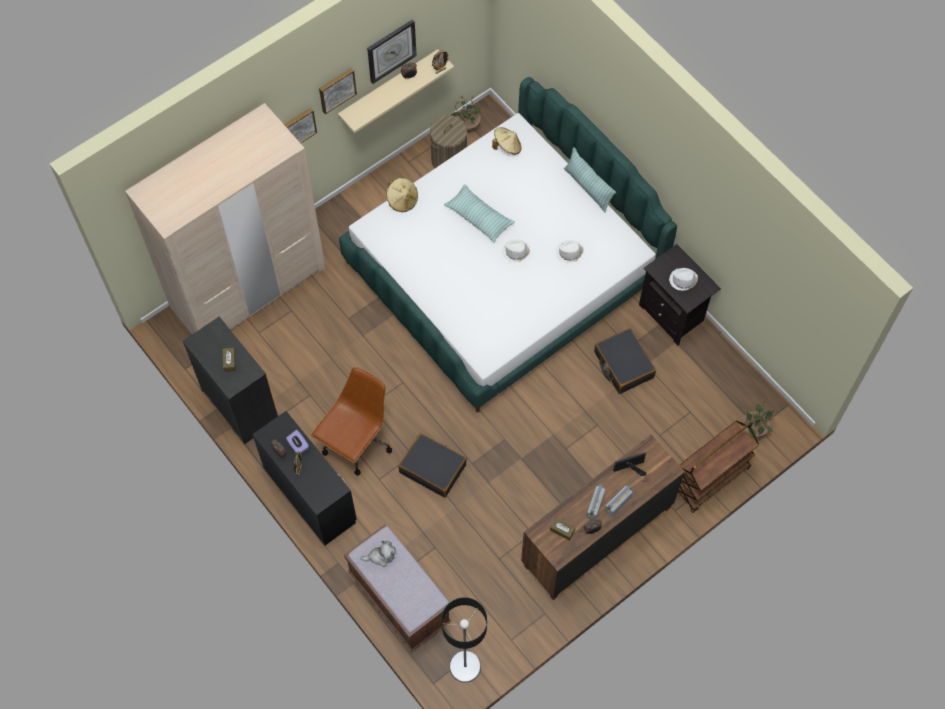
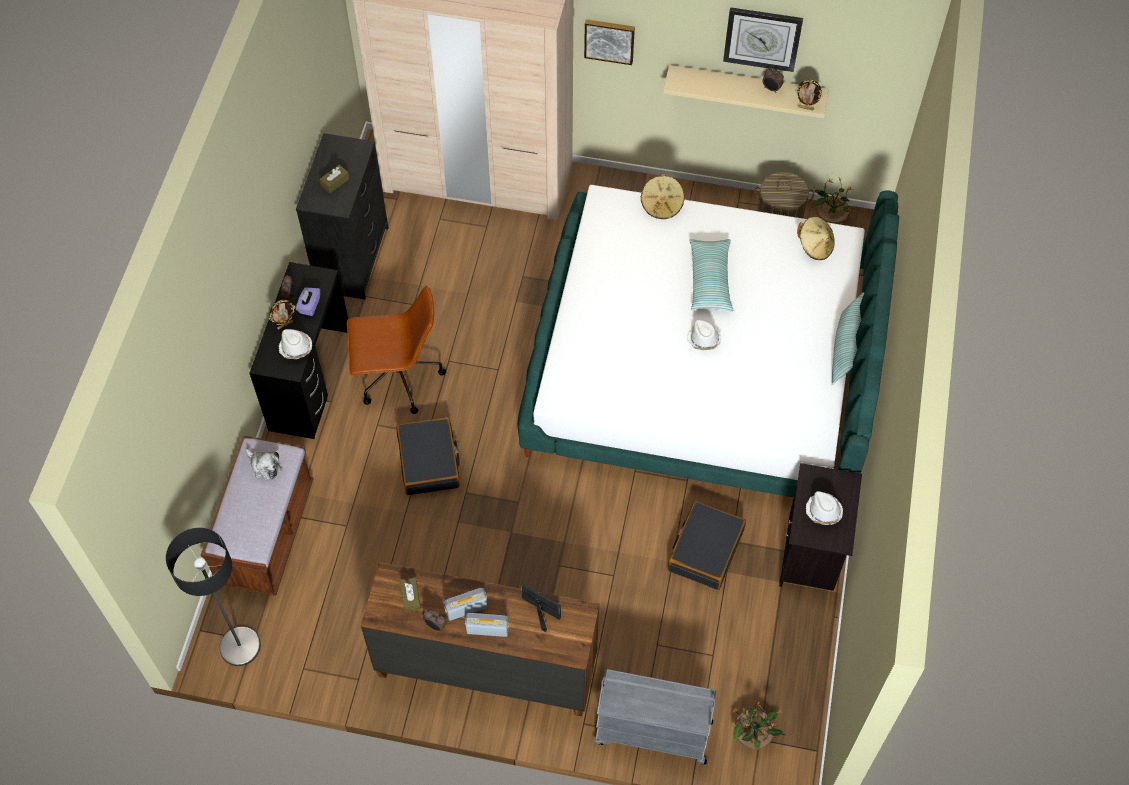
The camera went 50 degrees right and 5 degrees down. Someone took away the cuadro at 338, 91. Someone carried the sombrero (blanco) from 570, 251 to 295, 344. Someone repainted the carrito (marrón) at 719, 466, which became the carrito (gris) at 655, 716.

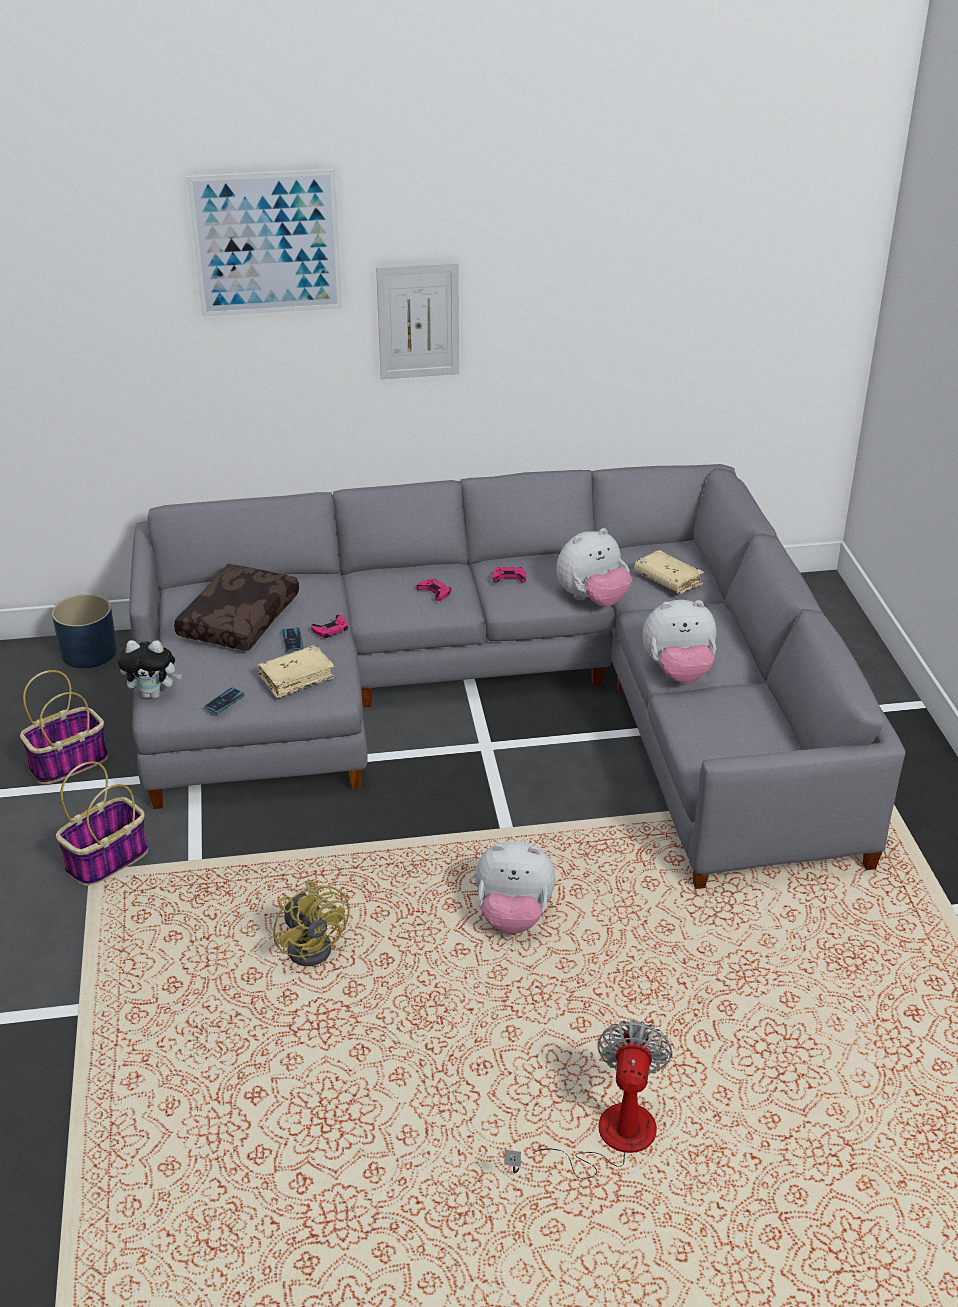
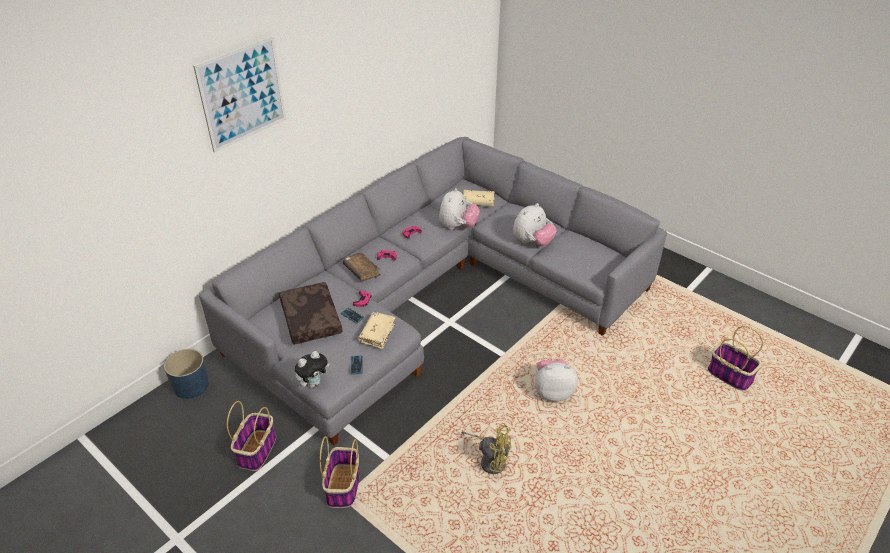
The camera went 40 degrees left and 5 degrees up. Someone took away the cuadro at 417, 320. Someone rotated the peluche at 515, 887 by 150 degrees counterclockwise. Someone took away the ventilador at 589, 1099. Someone put down the libro (marrón) at 361, 267. Someone put down the cesta at 735, 358.

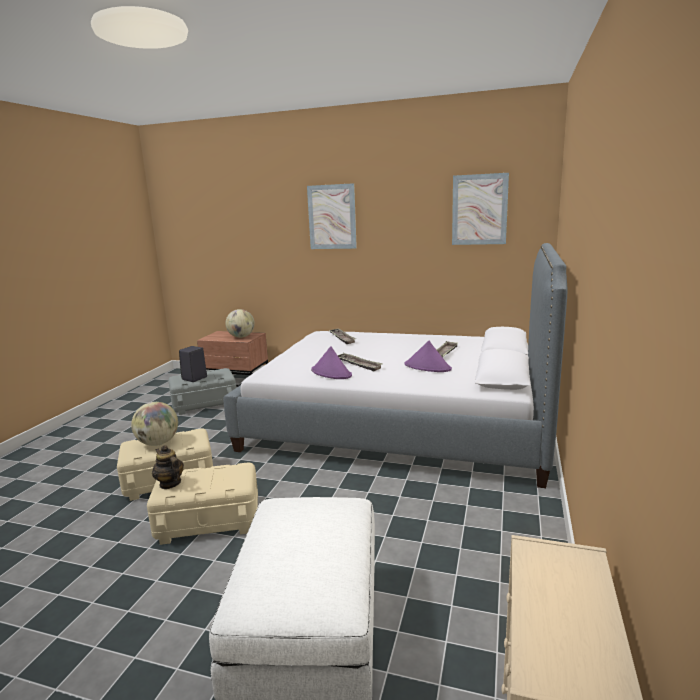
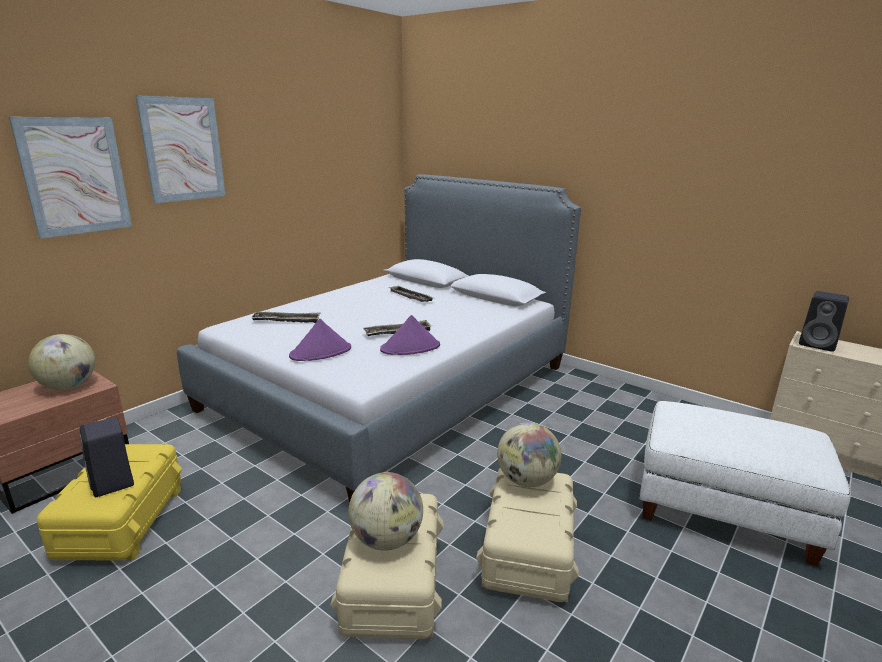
The camera went 70 degrees left and 5 degrees up. Someone carried the cuadro from 480, 209 to 70, 178. Someone carried the sombrero (morado) from 428, 356 to 320, 340. Someone repainted the caja de almacenaje (gris) at 202, 391, which became the caja de almacenaje (amarillo) at 109, 502. Someone took away the tetera at 168, 467. Someone put down the altavoz (negro) at 824, 321. Someone put down the globo terráqueo at 529, 454.

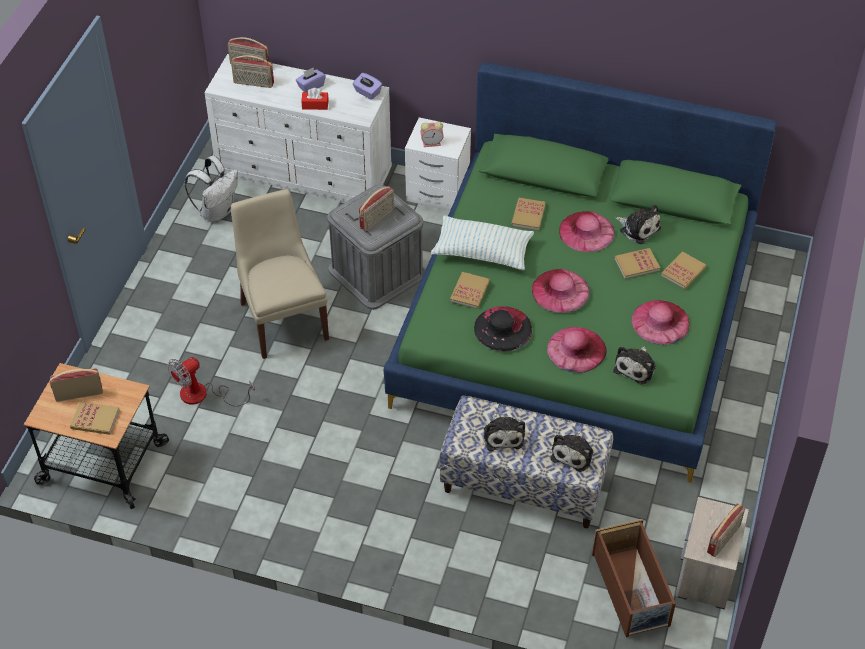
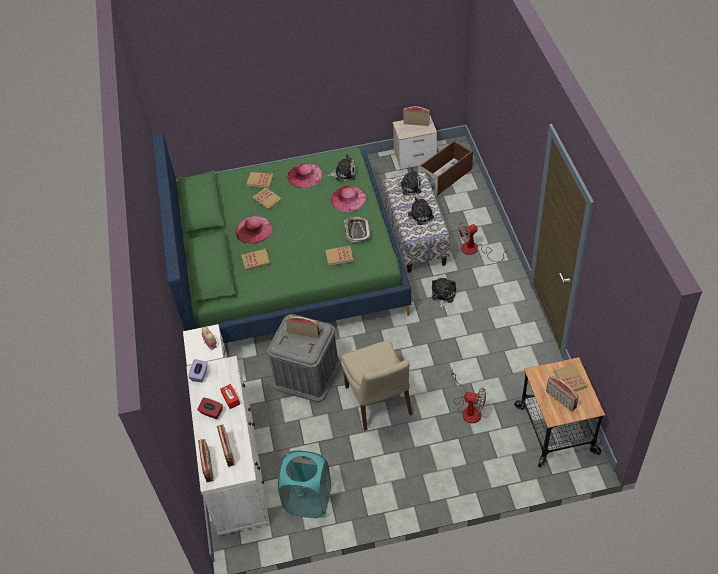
The camera went 115 degrees left and 0 degrees up. Someone repainted the caja de pañuelos (morado) at 311, 80, which became the caja de pañuelos (rojo) at 210, 408. Someone swapped the mochila (blanco) at 211, 189 for the cesto de la ropa (turquesa) at 304, 484. Someone rotated the silla (beis) at 280, 274 by 60 degrees counterclockwise. Someone carried the peluche from 638, 224 to 444, 293. Someone took away the cojín at 482, 243. Someone took away the sombrero (rosa) at 560, 291. Someone swapped the sombrero (negro) at 503, 328 for the bandeja at 357, 229. Someone put down the ventilador at 483, 242.

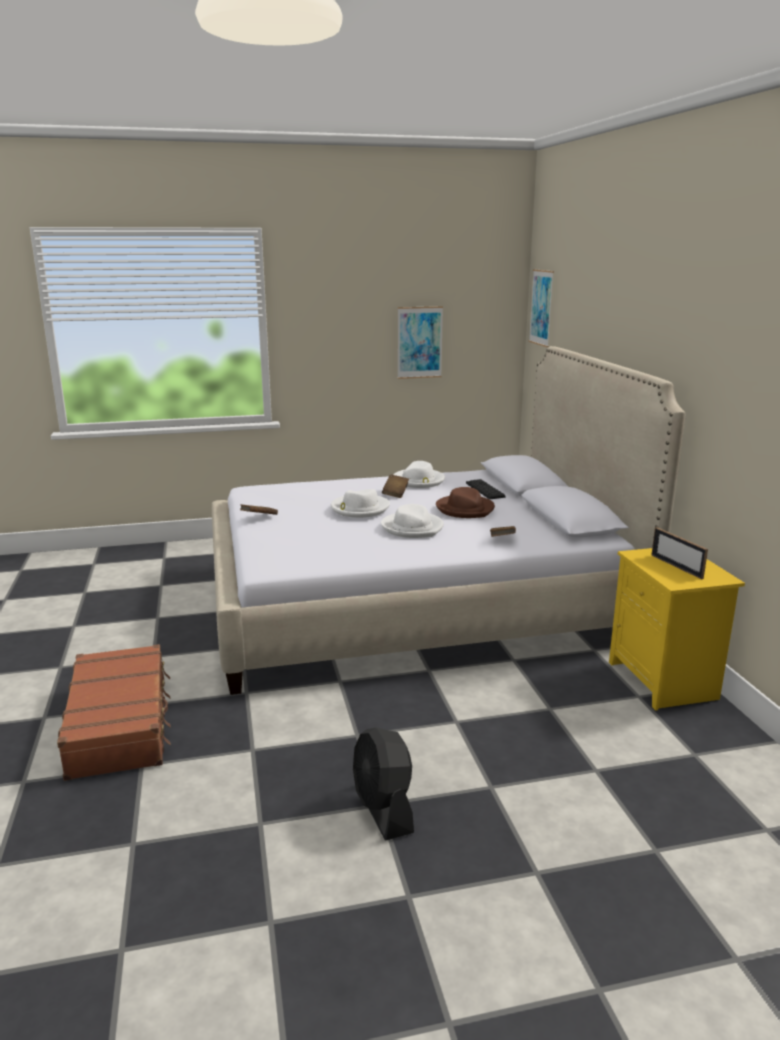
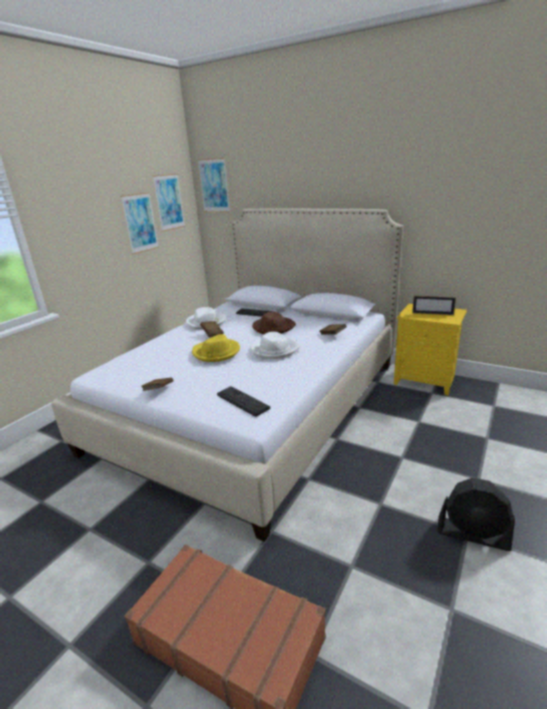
The camera went 45 degrees left and 5 degrees up. Someone repainted the sombrero (blanco) at 360, 503, which became the sombrero (amarillo) at 216, 348. Someone put up the cuadro at 169, 203. Someone put down the teclado at 243, 401.

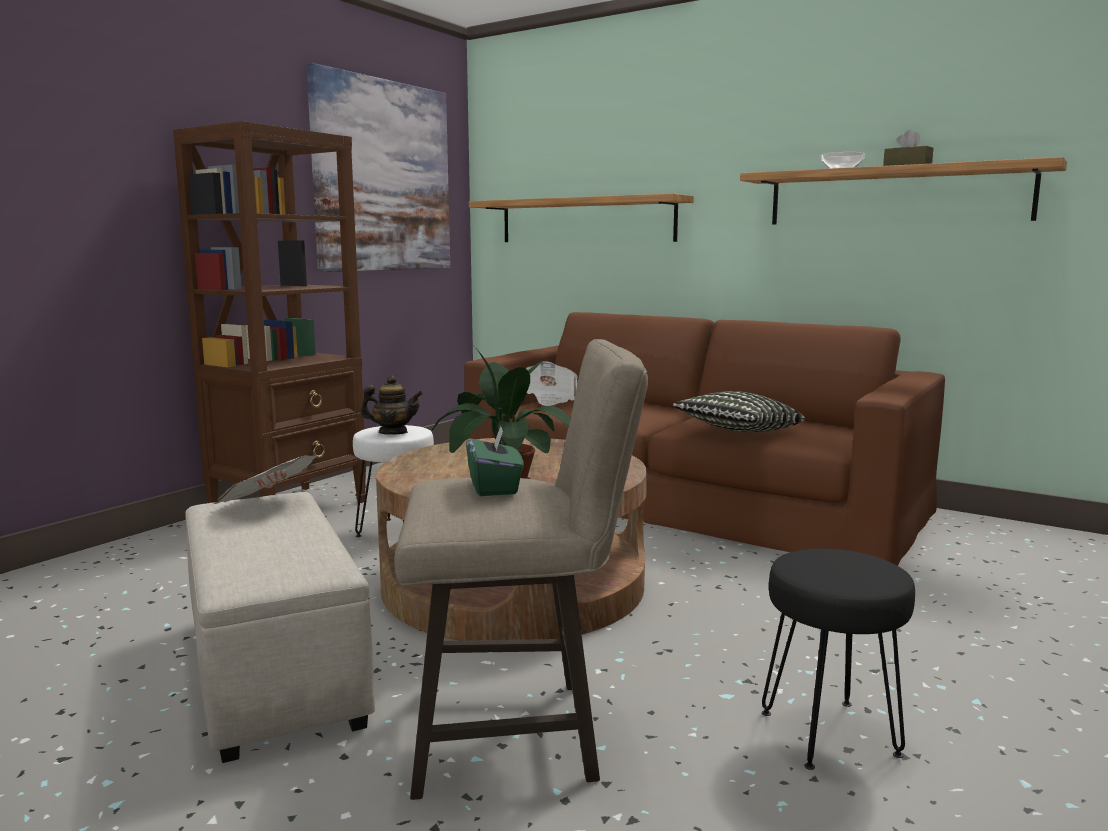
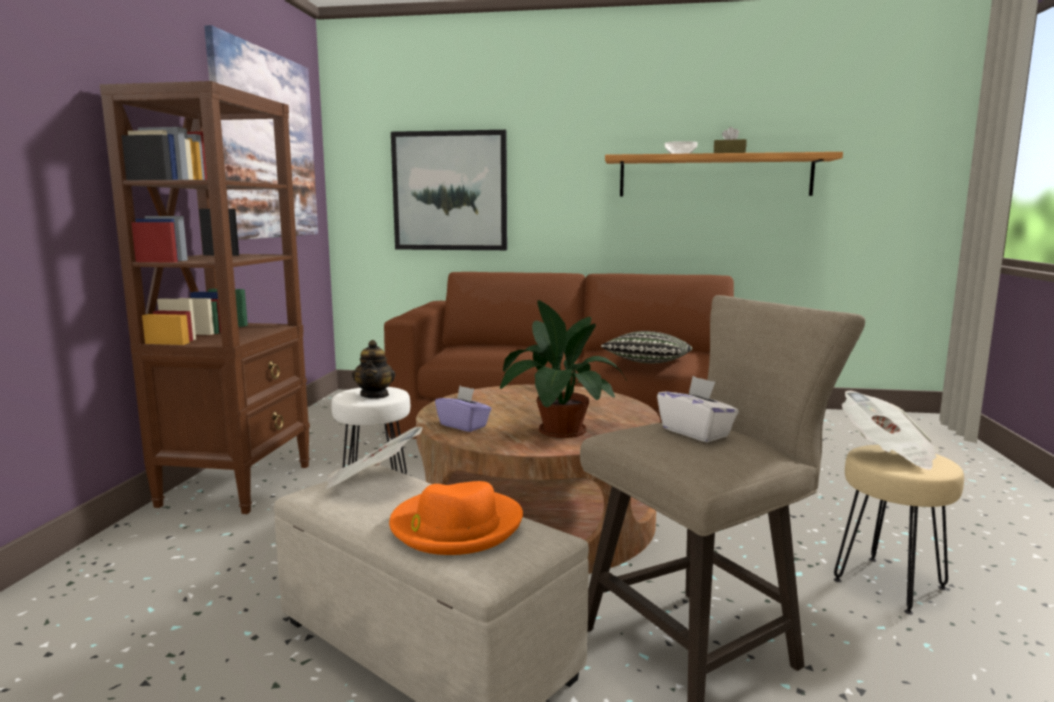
The camera went 25 degrees left and 0 degrees up. Someone swapped the estante at 581, 217 for the cuadro at 449, 190. Someone carried the periódico from 551, 383 to 891, 430. Someone rotated the tetera at 391, 405 by 105 degrees clockwise. Someone repainted the caja de pañuelos (verde) at 495, 461, which became the caja de pañuelos (blanco) at 698, 409. Someone repainted the taburete (negro) at 838, 659, which became the taburete (beis) at 899, 530. Someone put down the caja de pañuelos (morado) at 463, 409. Someone put down the sombrero (naranja) at 456, 518.

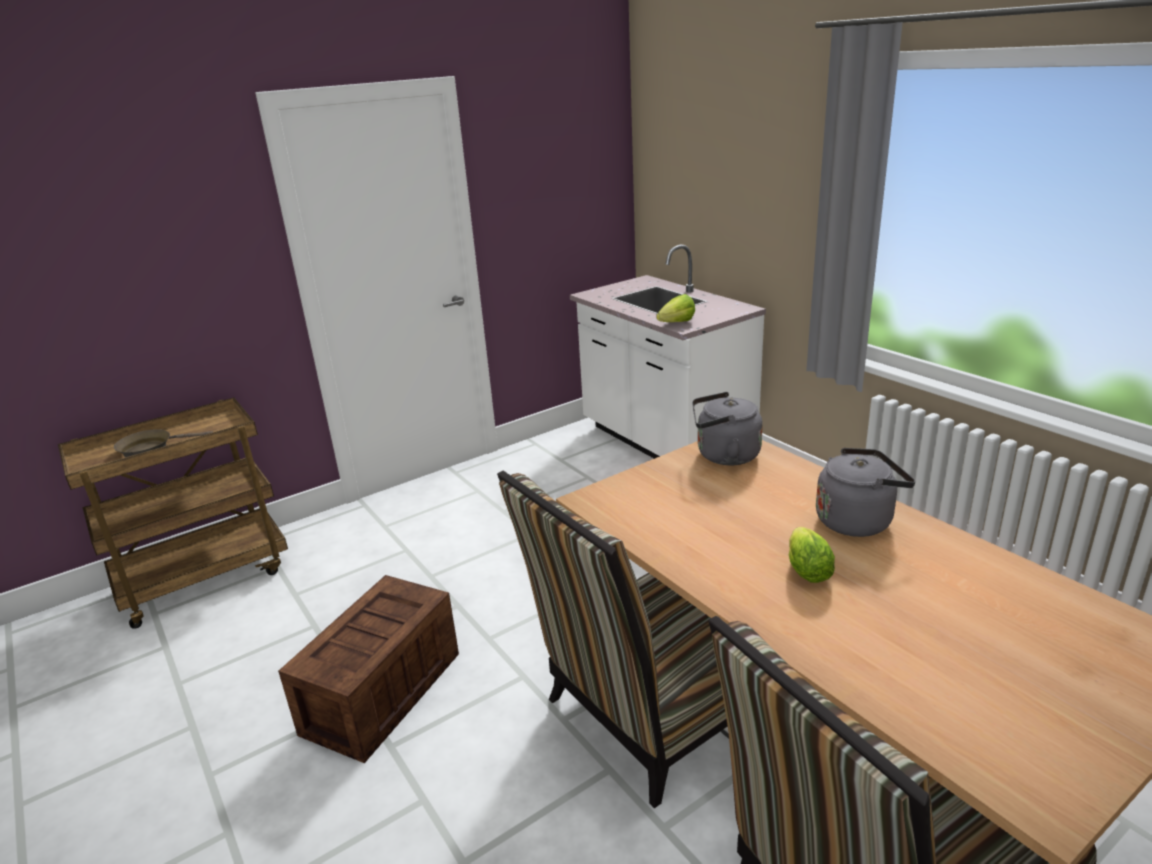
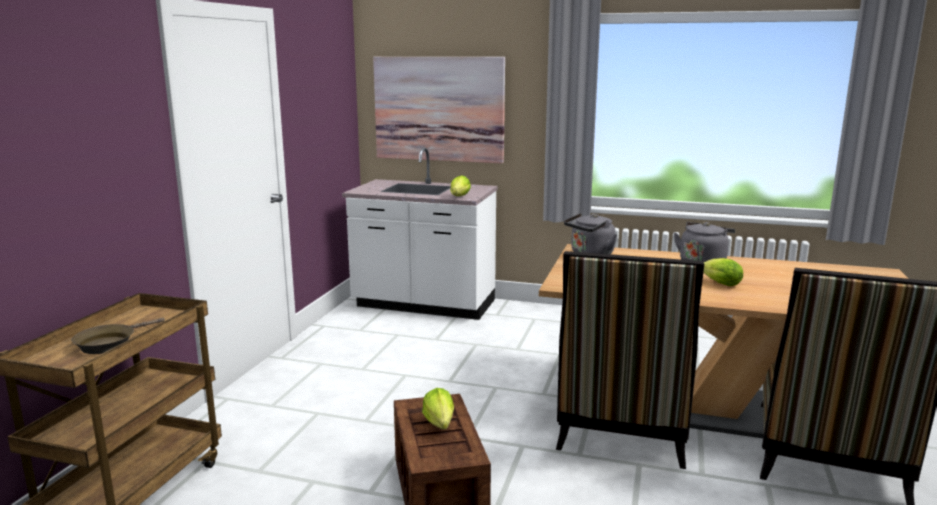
The camera went 40 degrees left and 10 degrees down. Someone put up the cuadro at 439, 110. Someone put down the lechuga at 438, 408.

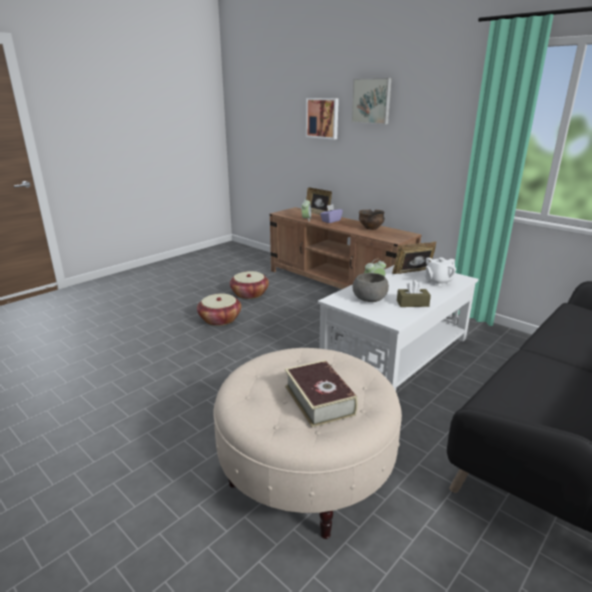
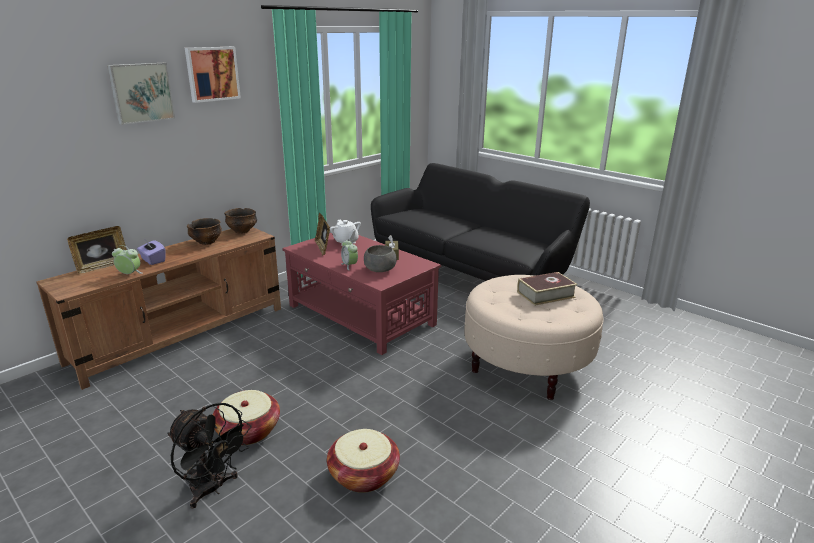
The camera went 90 degrees left and 0 degrees up. Someone carried the cuadro from 322, 118 to 213, 75. Someone repainted the mesa de centro (blanco) at 398, 328, which became the mesa de centro (rojo) at 361, 294. Someone carried the cesta from 249, 285 to 363, 461. Someone put down the cuenco at 240, 220. Someone put down the ventilador (negro) at 209, 456.

